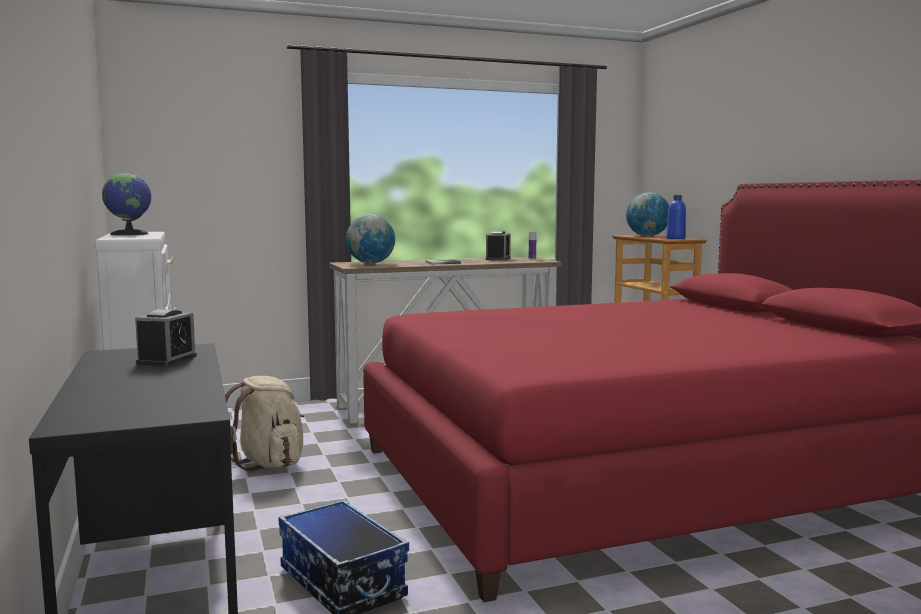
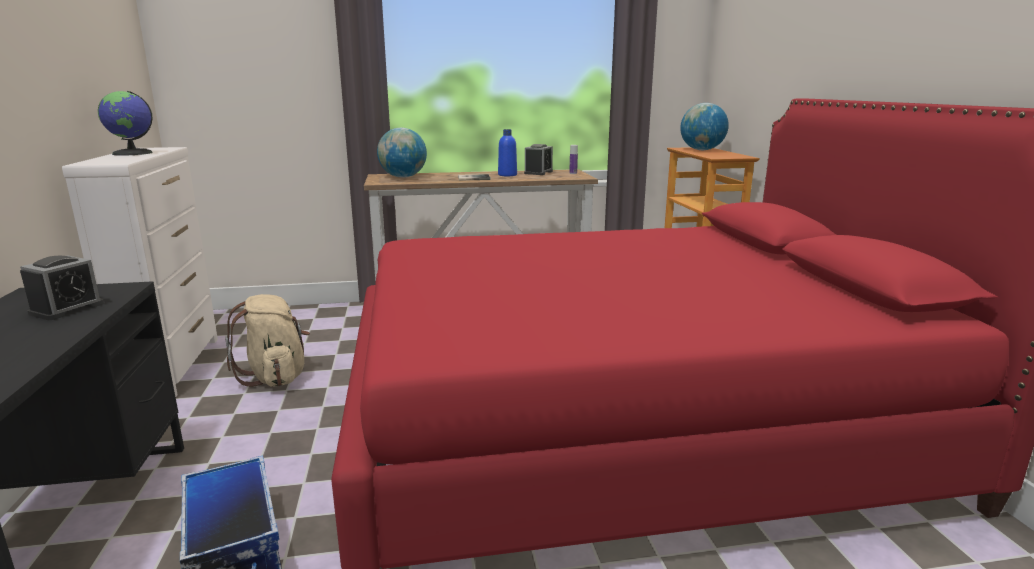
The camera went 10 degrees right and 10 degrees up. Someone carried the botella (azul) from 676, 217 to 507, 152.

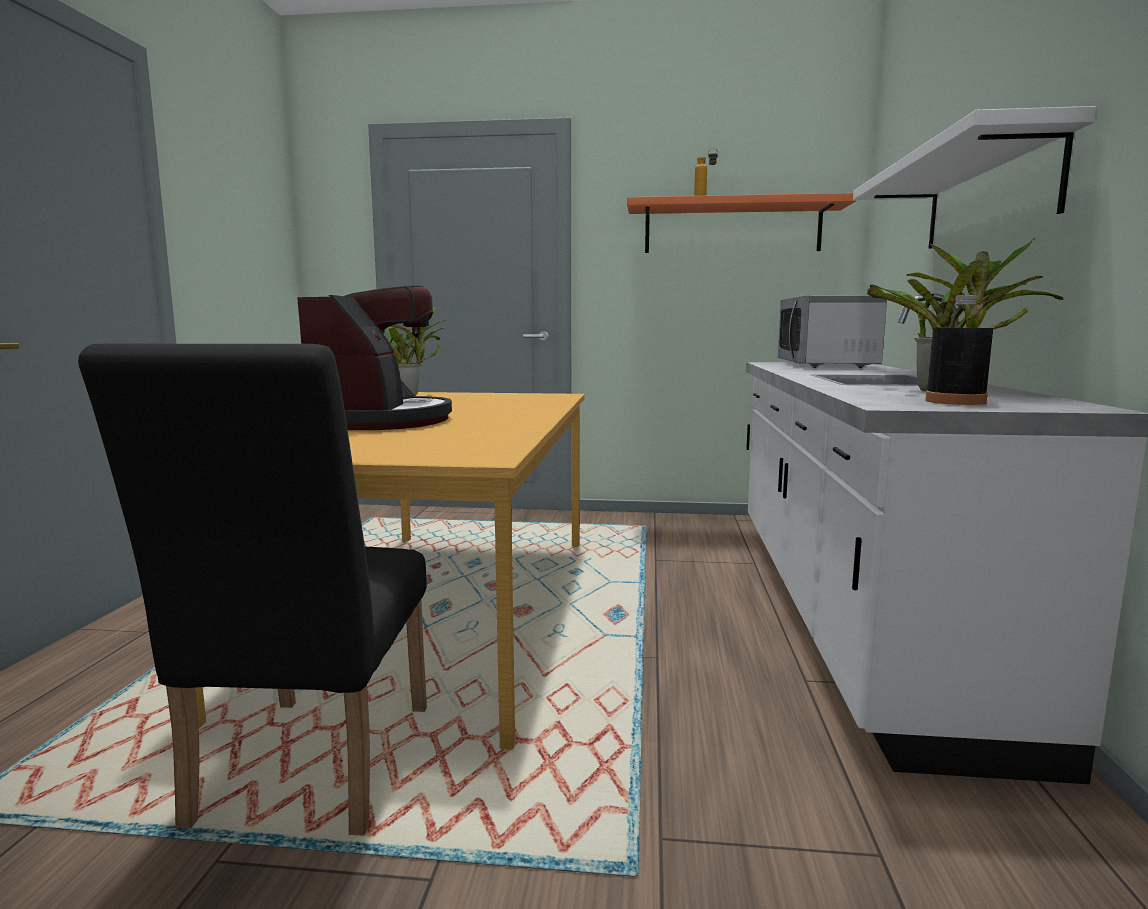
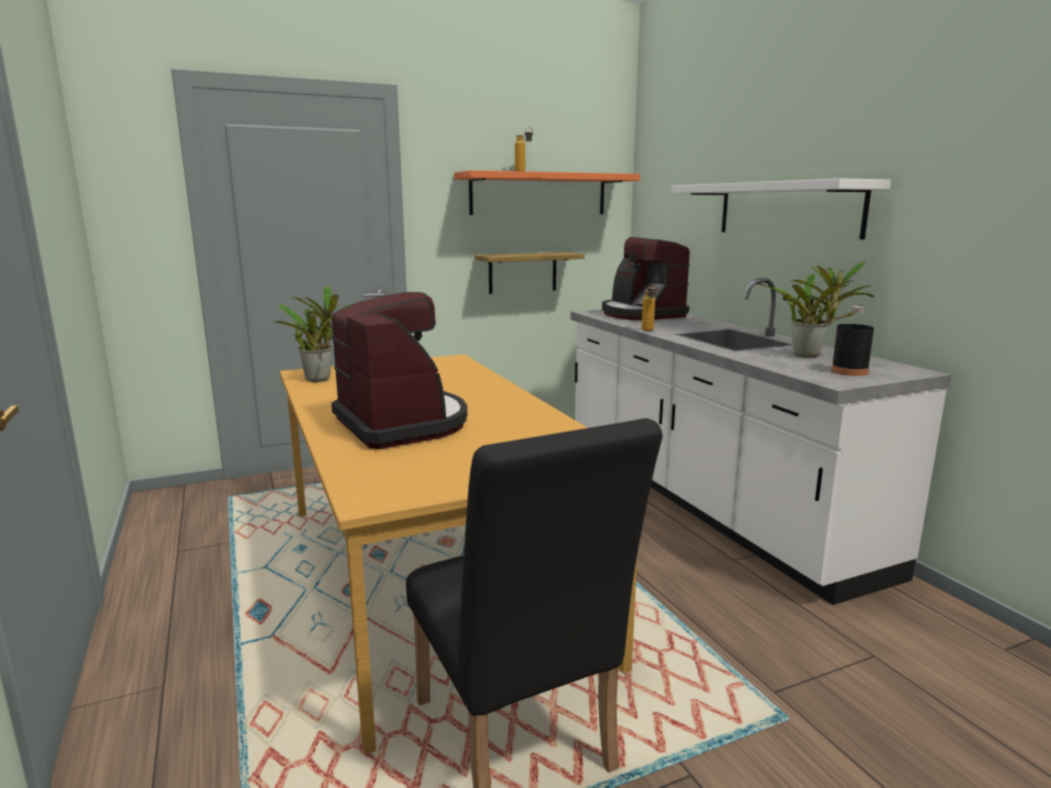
The camera went 30 degrees left and 5 degrees up. Someone swapped the microondas at 832, 331 for the cafetera at 646, 278. Someone put up the estante at 530, 273. Someone put down the botella at 649, 306.

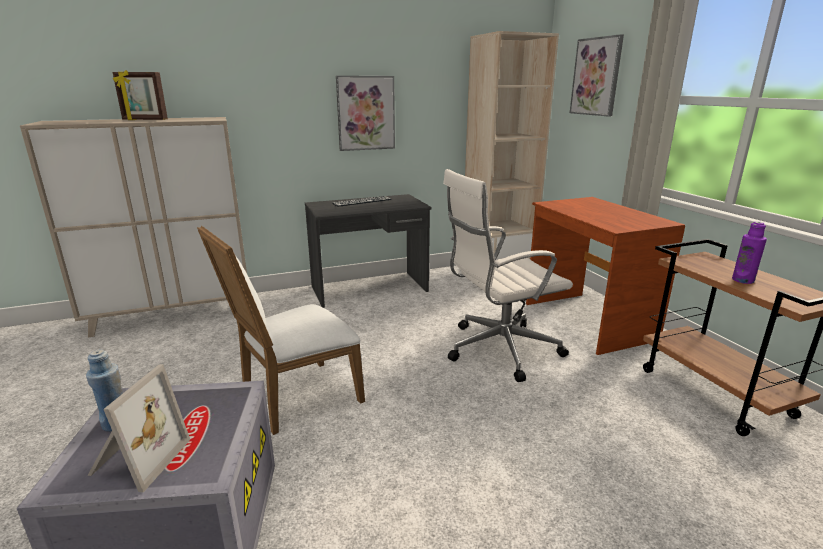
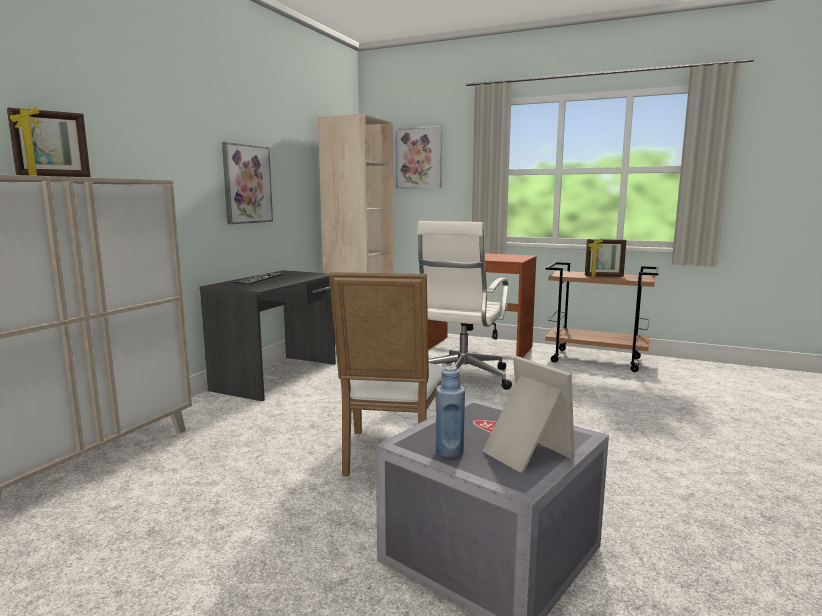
The camera went 45 degrees left and 10 degrees down. Someone swapped the botella (morado) at 749, 252 for the portarretratos at 605, 257.

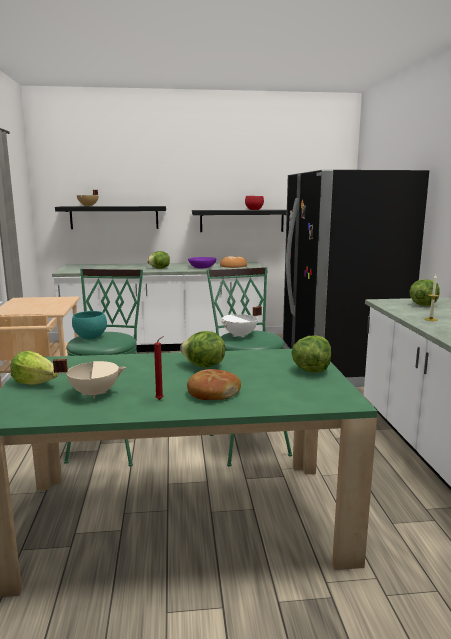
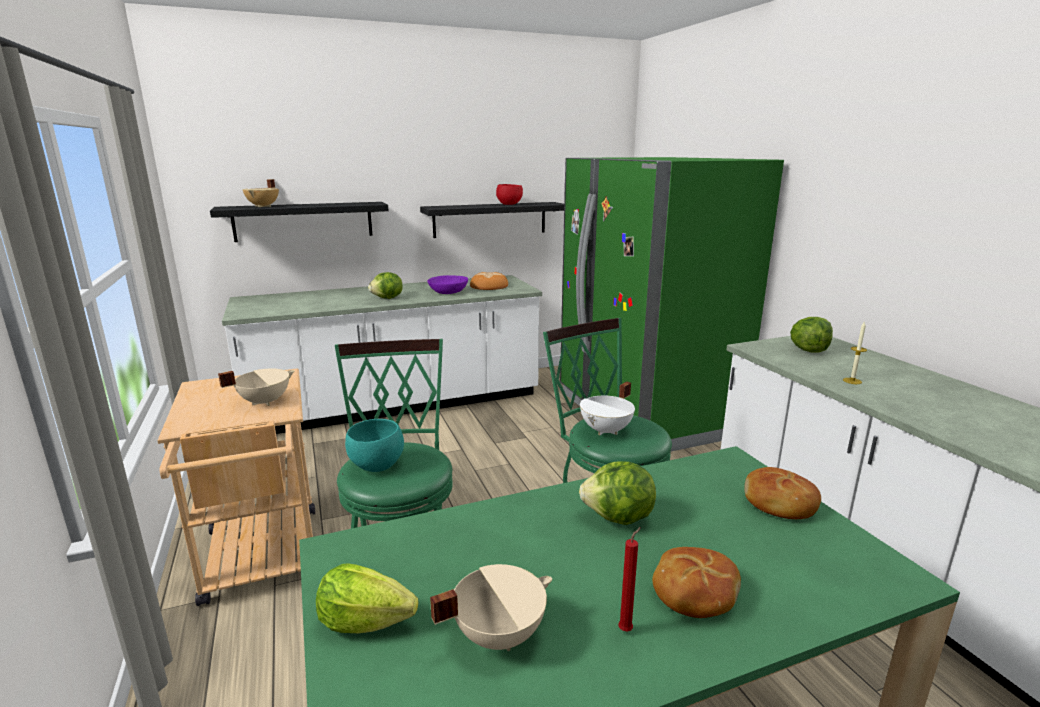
The camera went 15 degrees left and 5 degrees up. Someone repainted the nevera (negro) at 356, 278, which became the nevera (verde) at 672, 304. Someone swapped the lechuga at 311, 354 for the pan at 782, 493. Someone put down the olla (beis) at 256, 387.

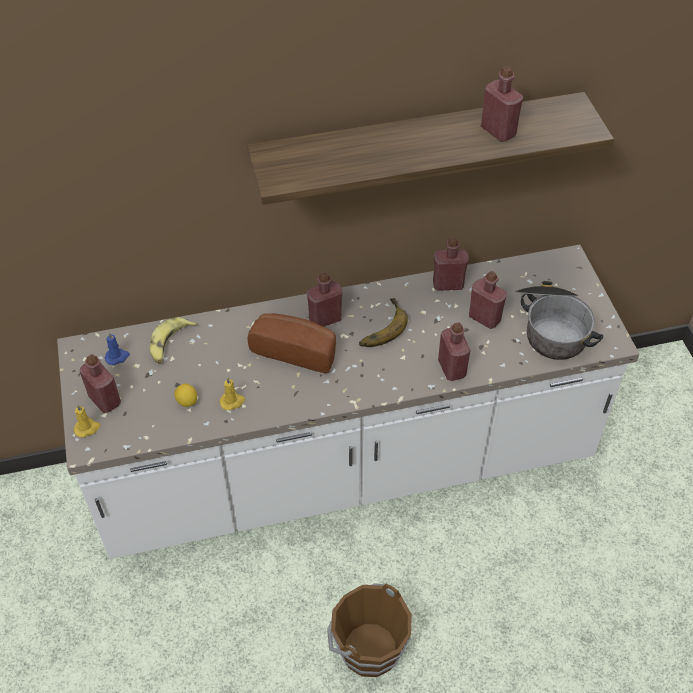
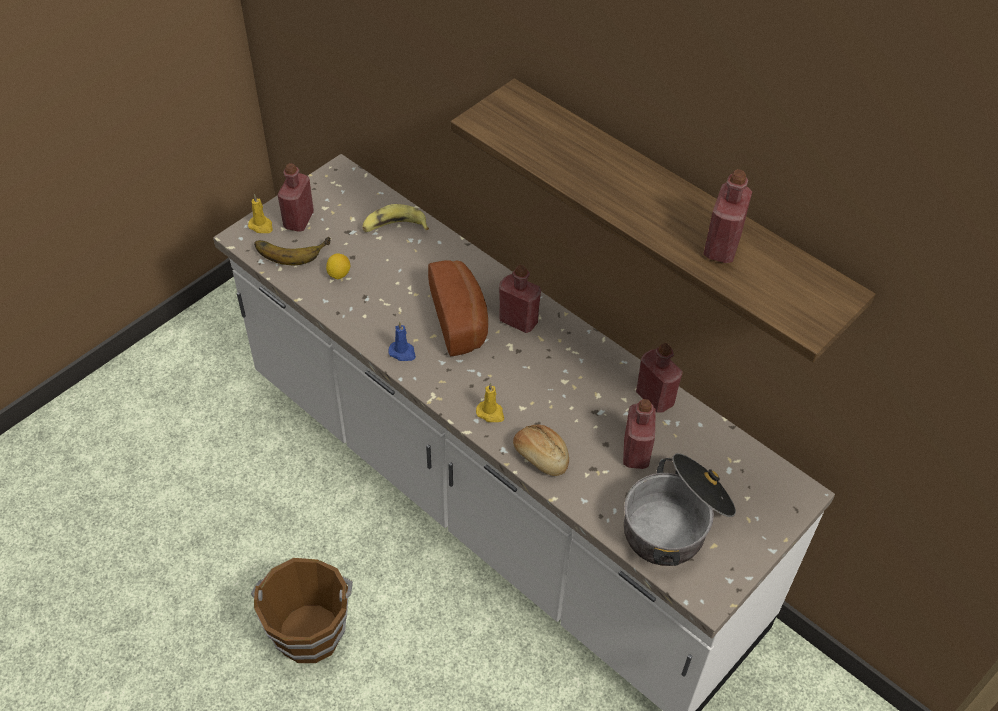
The camera went 55 degrees right and 0 degrees up. Someone carried the plátano from 383, 322 to 292, 251. Someone swapped the botella (rojo) at 454, 351 for the pan at 541, 450. Someone carried the vela (azul) from 117, 348 to 402, 341. Someone carried the vela (amarillo) from 232, 394 to 490, 402.

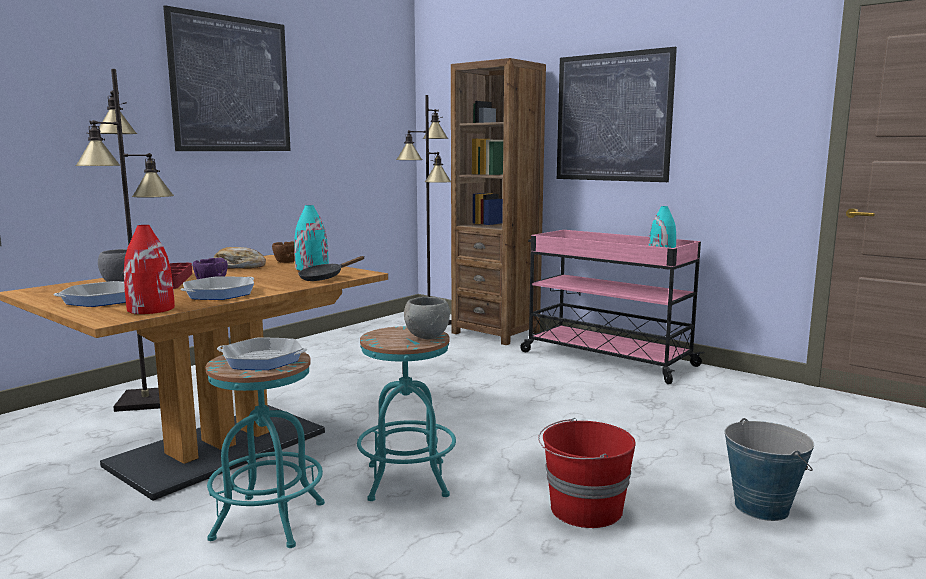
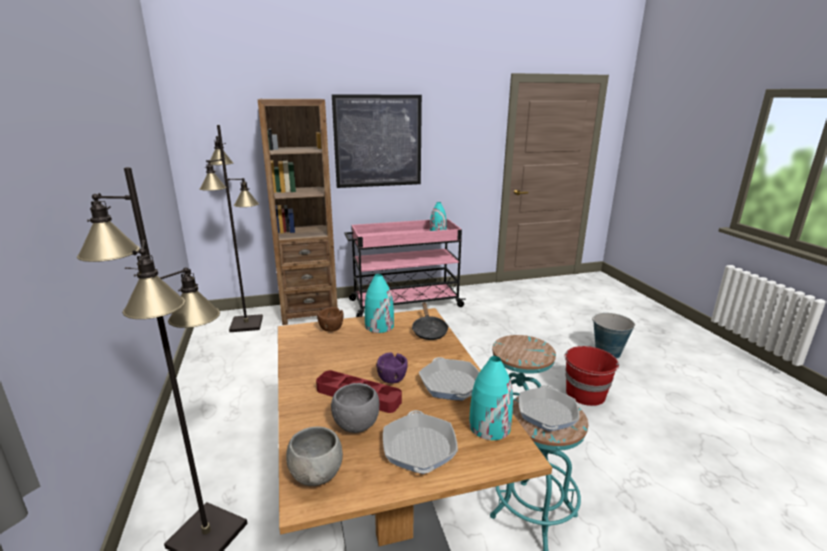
The camera went 55 degrees left and 10 degrees up. Someone took away the cuadro at 227, 78. Someone repainted the florero (rojo) at 149, 269, which became the florero (turquesa) at 491, 398. Someone took away the pan at 239, 258. Someone carried the cuenco (gris) from 427, 318 to 314, 456. Someone rotated the sartén at 262, 354 by 150 degrees clockwise.

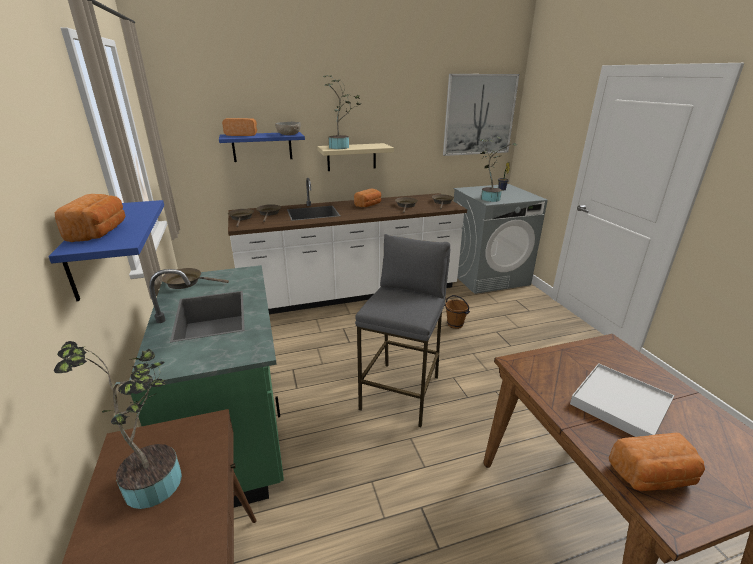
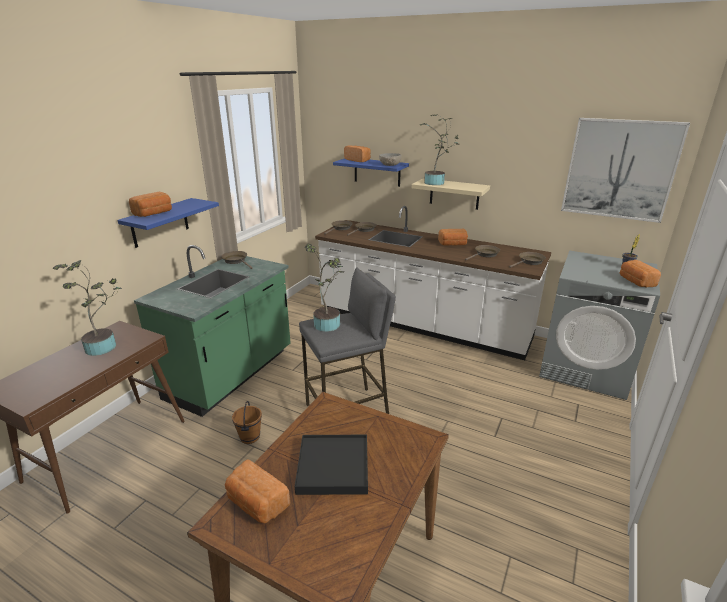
The camera went 45 degrees right and 0 degrees up. Someone carried the planta en maceta from 498, 169 to 324, 288. Someone carried the cubo (marrón) from 457, 312 to 247, 422. Someone repainted the bandeja (blanco) at 622, 400, which became the bandeja (negro) at 331, 465. Someone put down the pan at 640, 273.

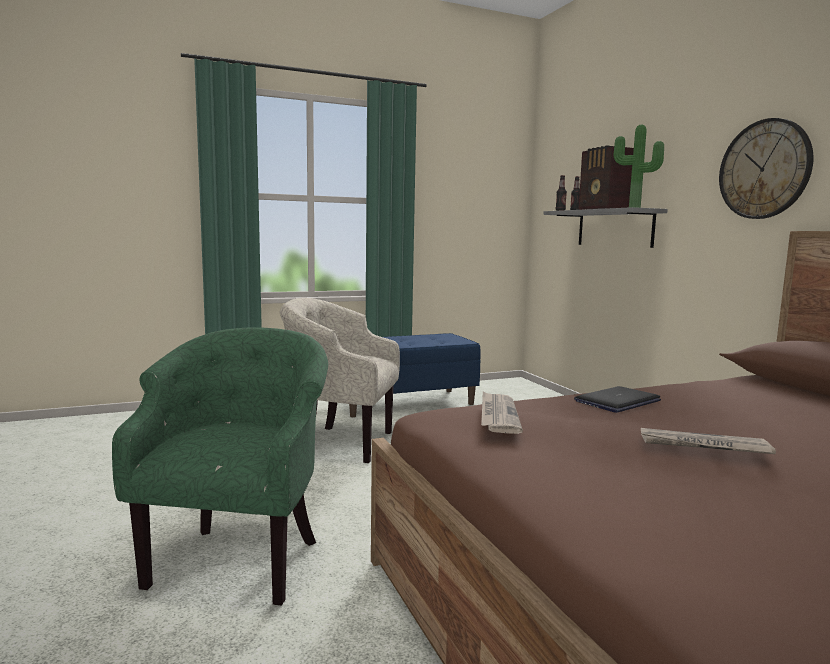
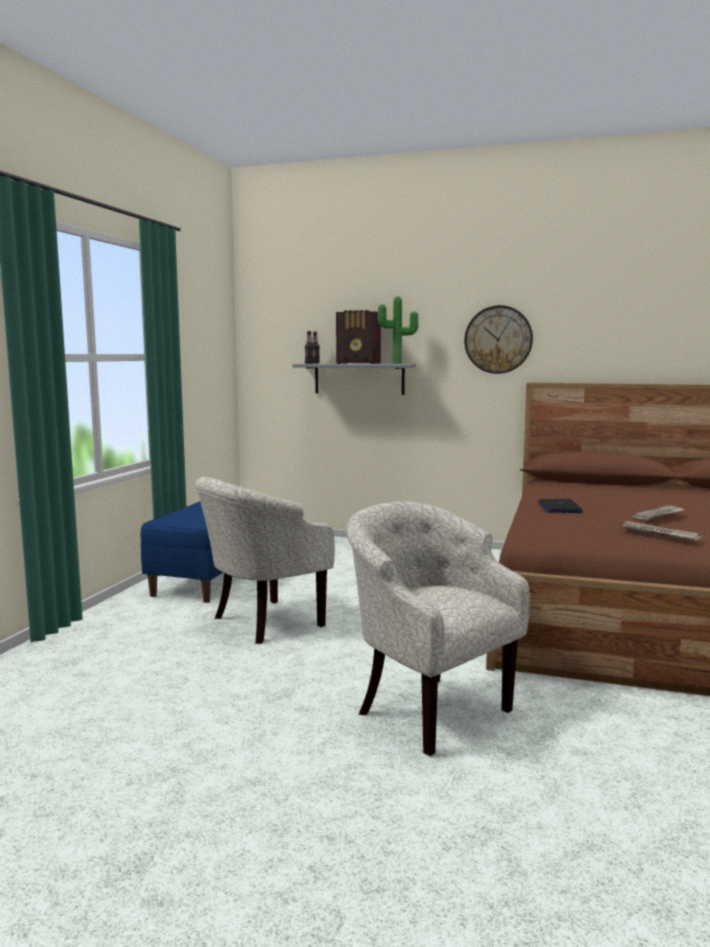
The camera went 50 degrees left and 0 degrees up. Someone repainted the sillón (verde) at 220, 466, which became the sillón (beis) at 438, 629. Someone carried the periódico from 502, 412 to 661, 531.

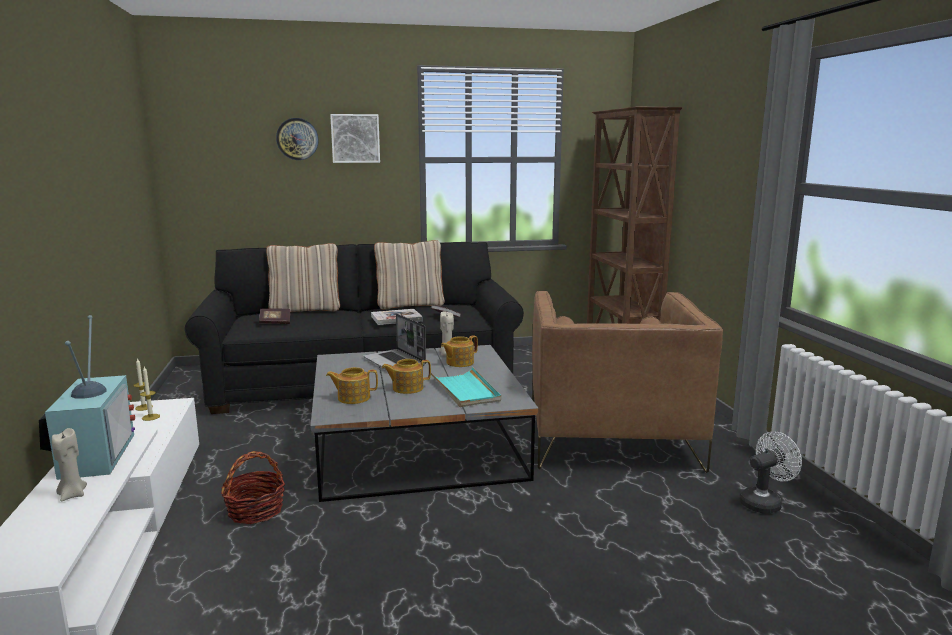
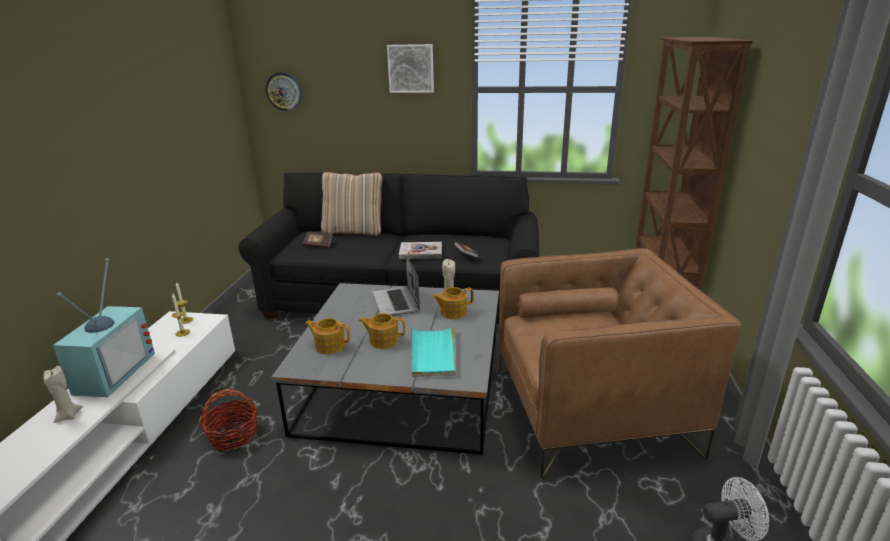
The camera went 20 degrees right and 10 degrees up. Someone carried the reloj de pared from 297, 139 to 283, 91. Someone took away the cojín (beis) at 409, 275. Someone rotated the sillón (marrón) at 627, 382 by 120 degrees counterclockwise.

